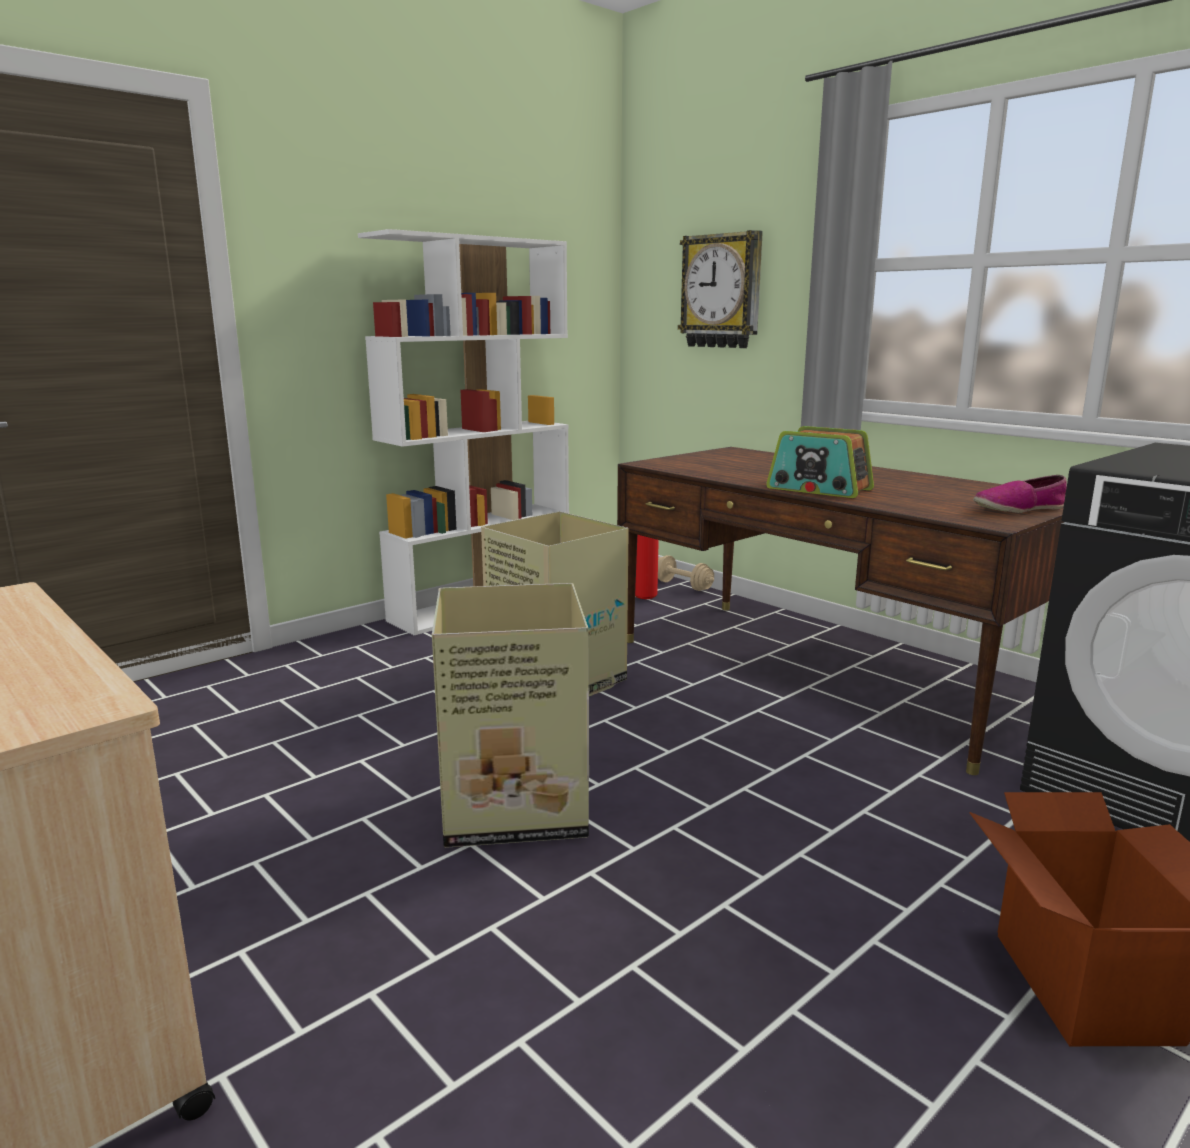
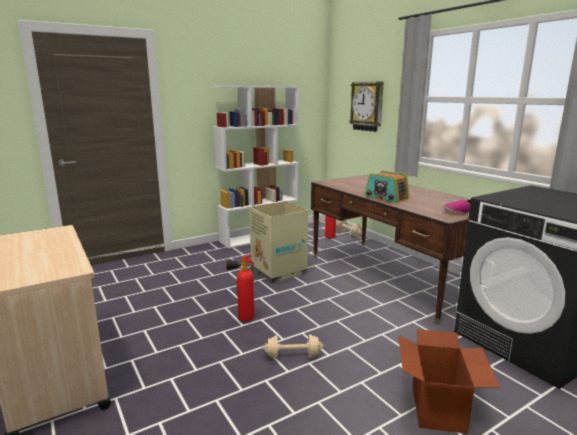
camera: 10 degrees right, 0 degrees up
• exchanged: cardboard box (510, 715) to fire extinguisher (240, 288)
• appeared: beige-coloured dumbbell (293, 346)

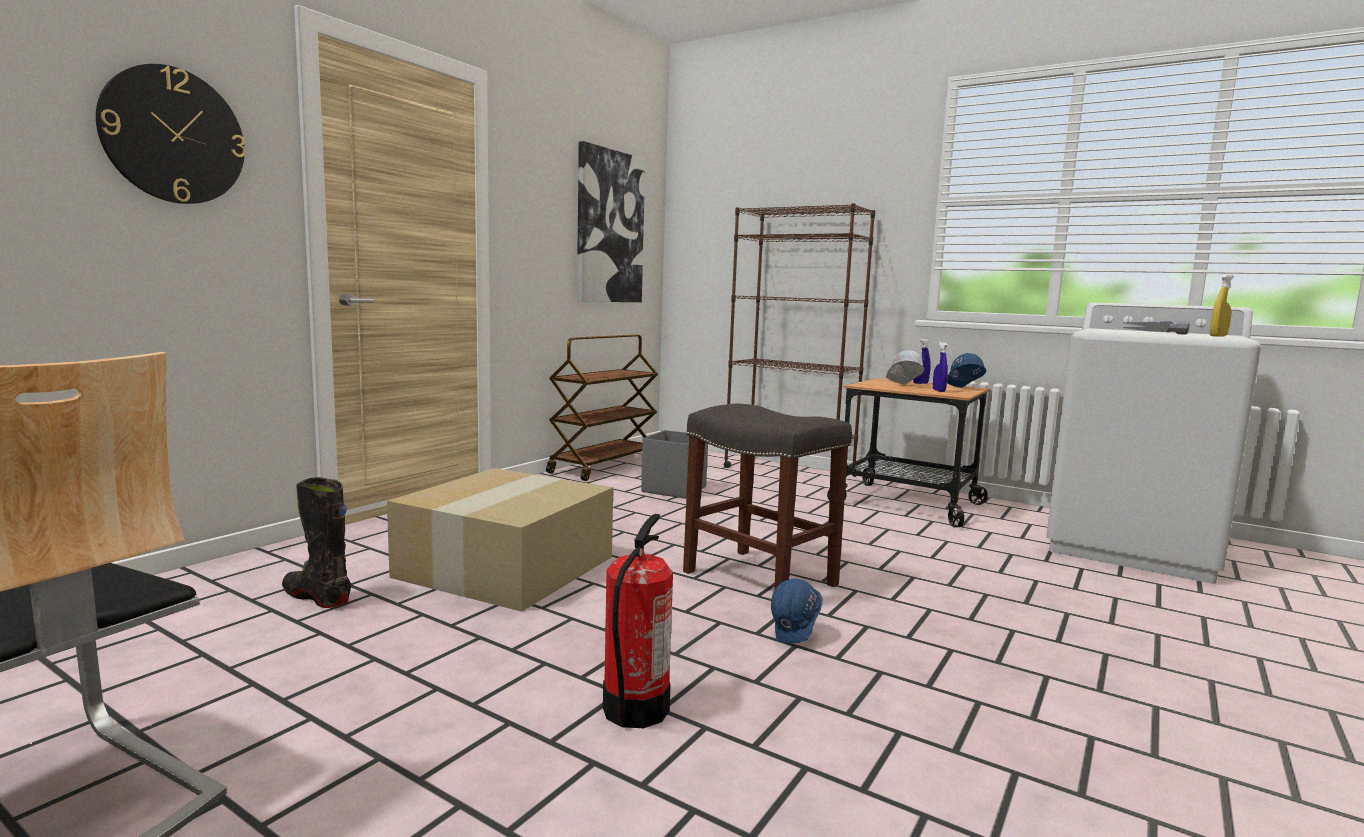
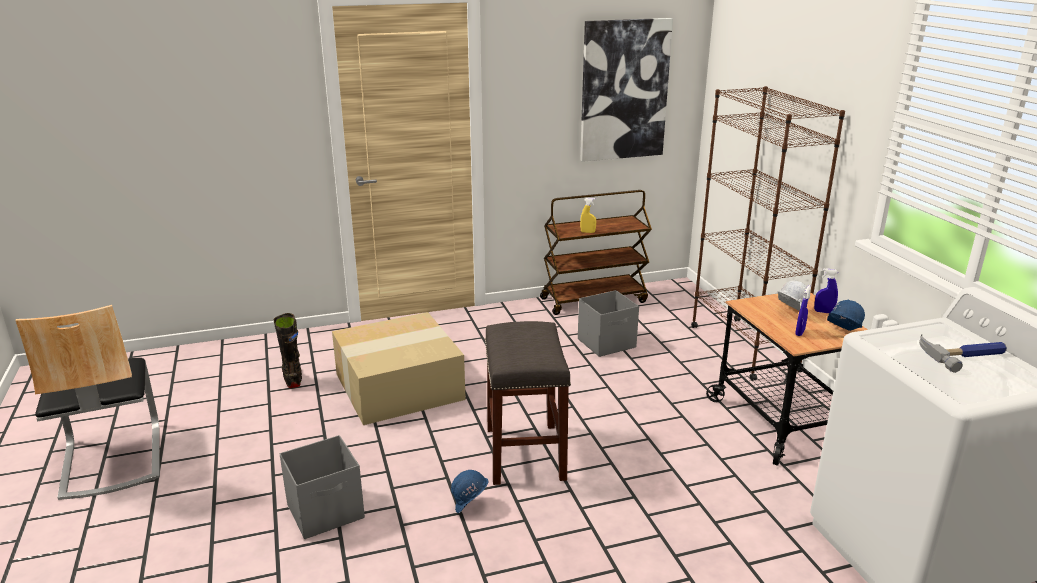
camera: 40 degrees right, 15 degrees up
• missing: wall clock (171, 134)
• exchanged: fire extinguisher (638, 621) to grey storage box (322, 487)
• relocated: yellowish spray bottle (1222, 305) to (588, 215)

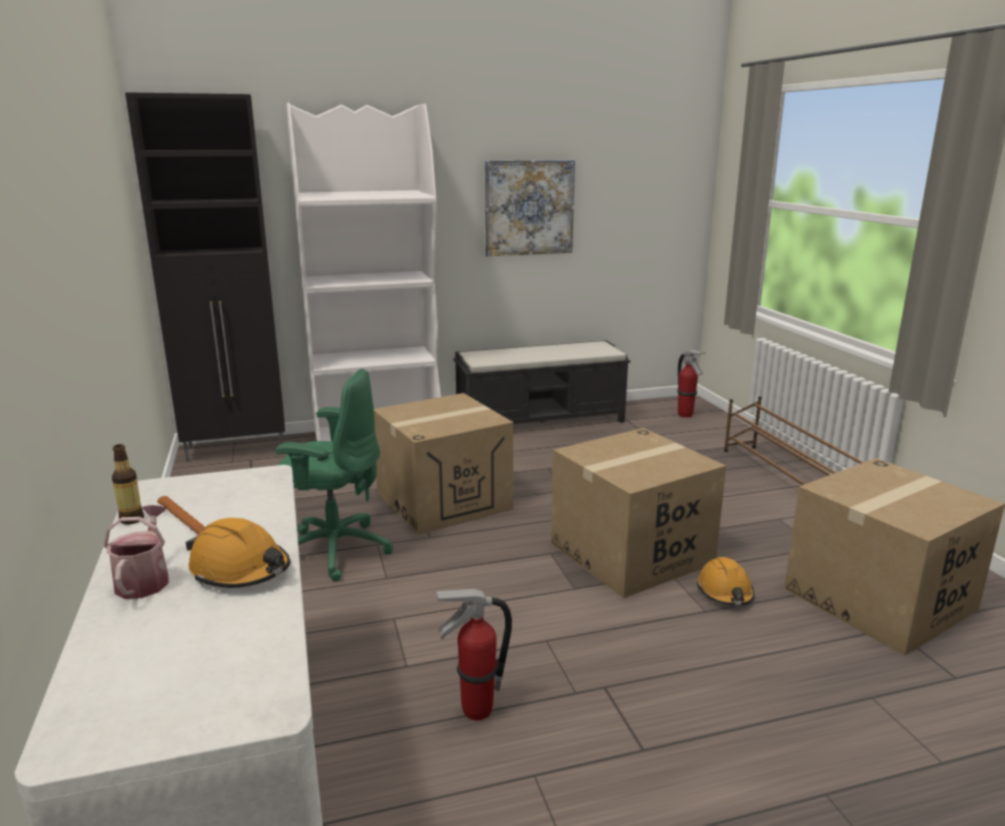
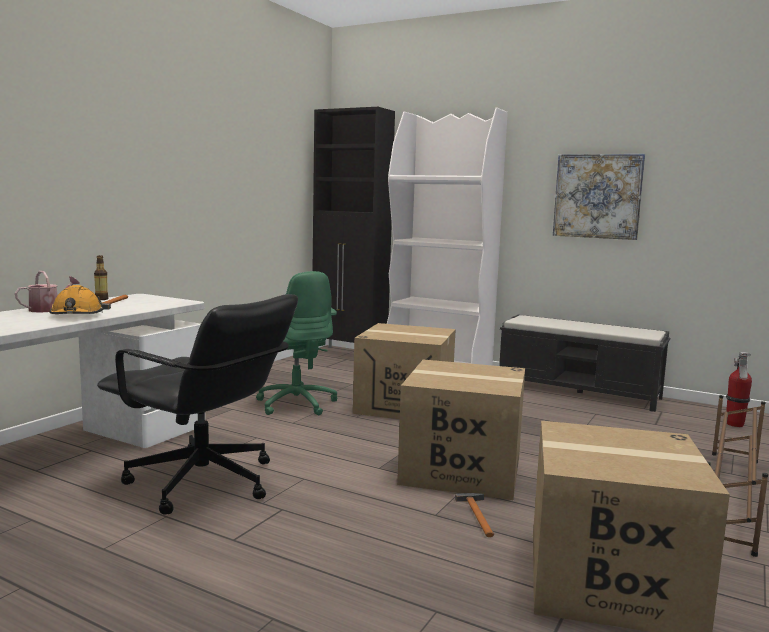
camera: 45 degrees right, 10 degrees down
• exchanged: fire extinguisher (473, 654) to black desk chair (197, 404)
• exchanged: orangey safety helmet (725, 581) to tool hammer (474, 515)

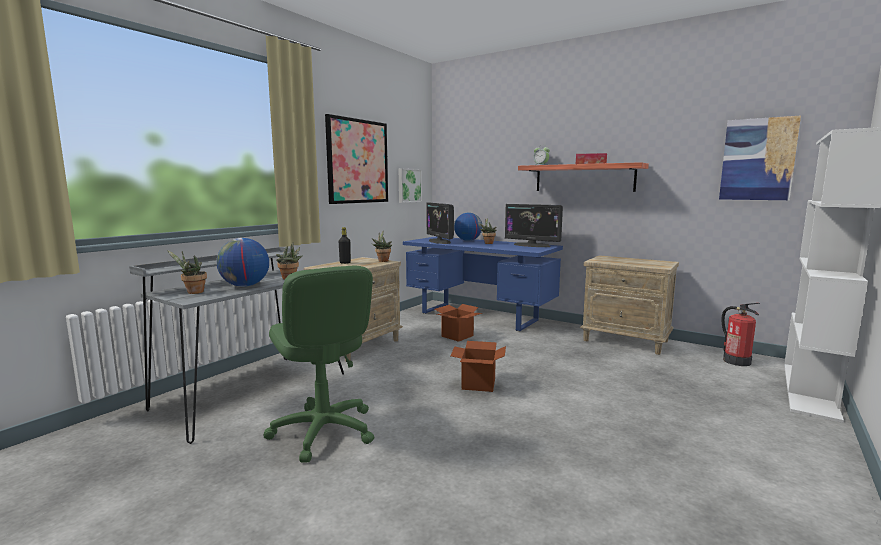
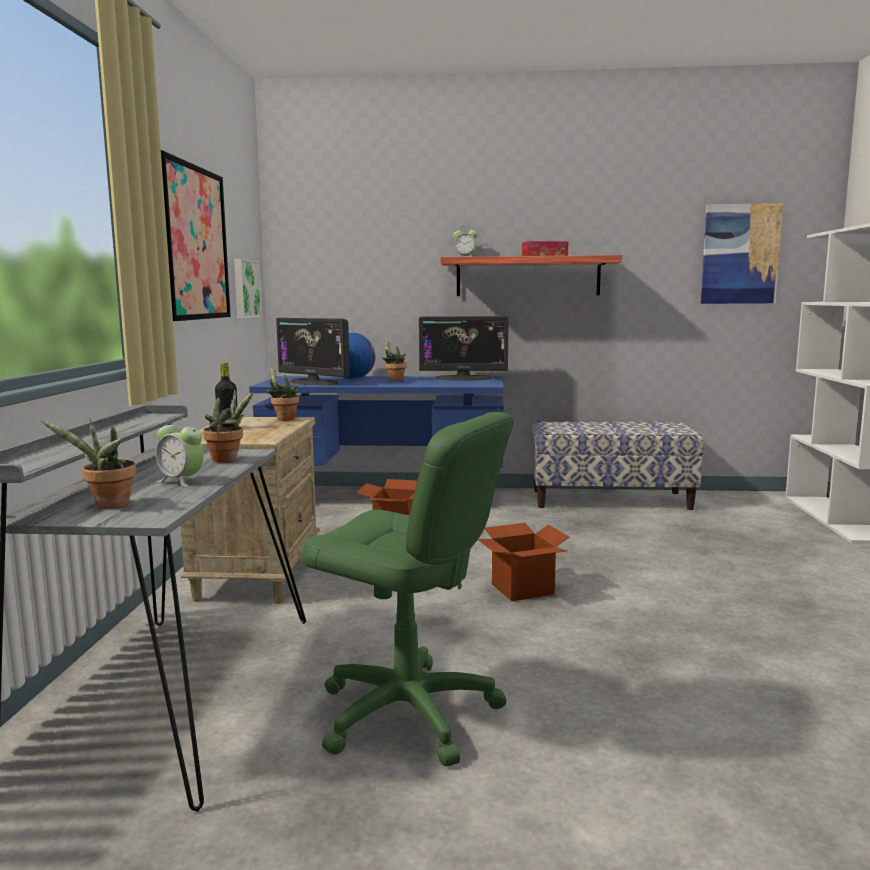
camera: 30 degrees left, 0 degrees up
• exchanged: world globe (243, 262) to alarm clock (180, 452)
• exchanged: beige-coloured bedside table (629, 305) to indoor bench (617, 465)
• missing: fire extinguisher (740, 334)

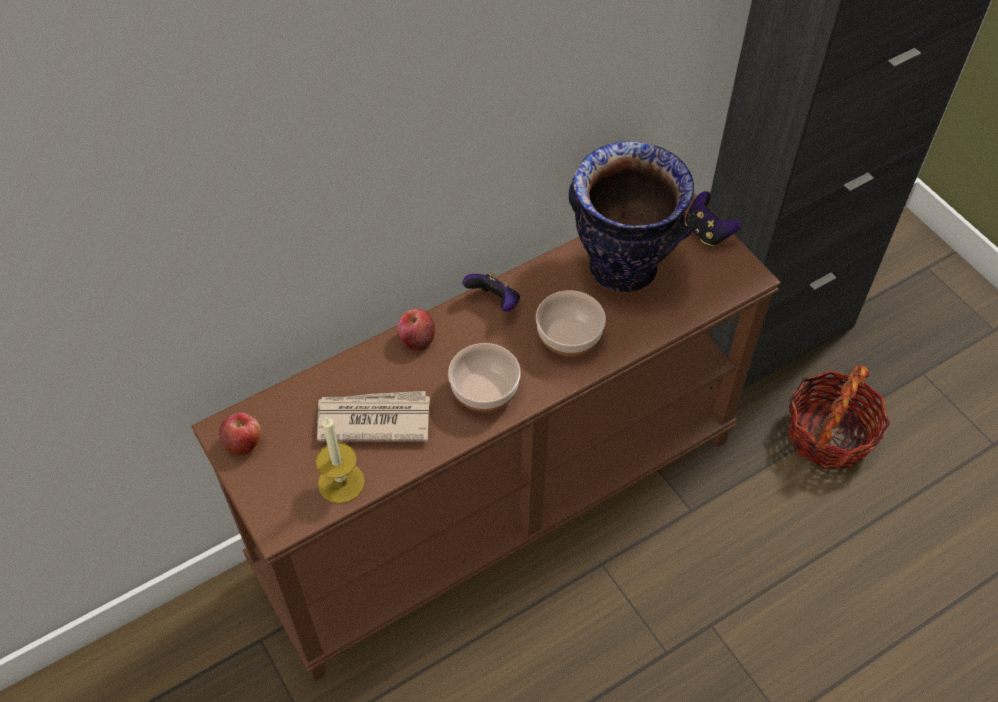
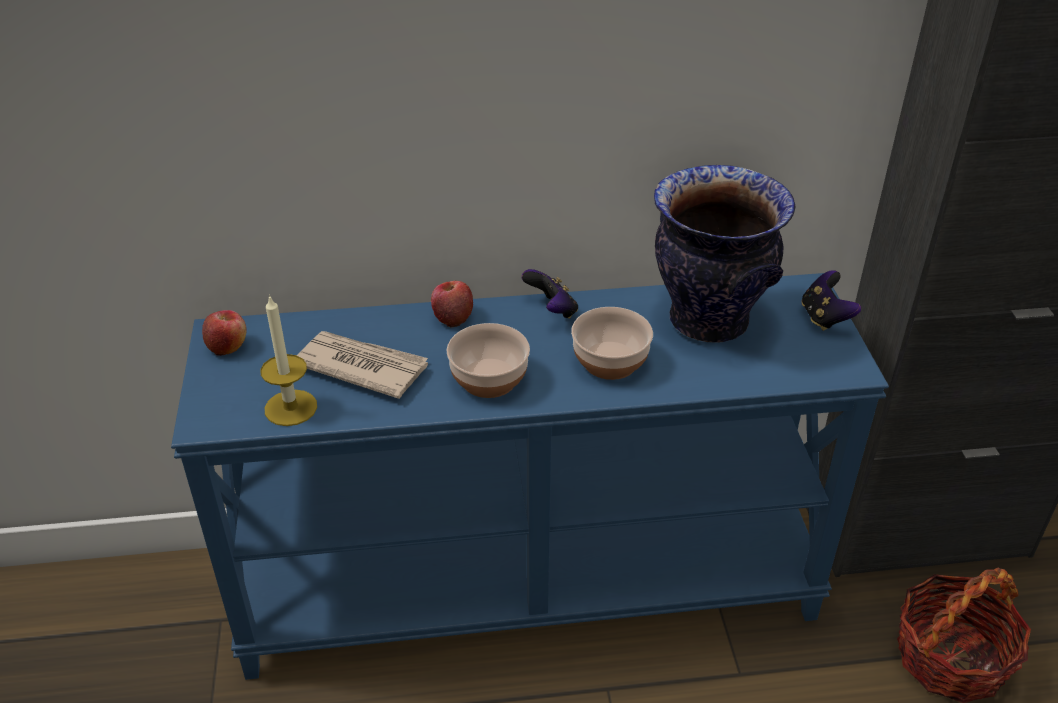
camera: 25 degrees right, 15 degrees down
• colour: brown narrow table (486, 437) to blue narrow table (530, 476)

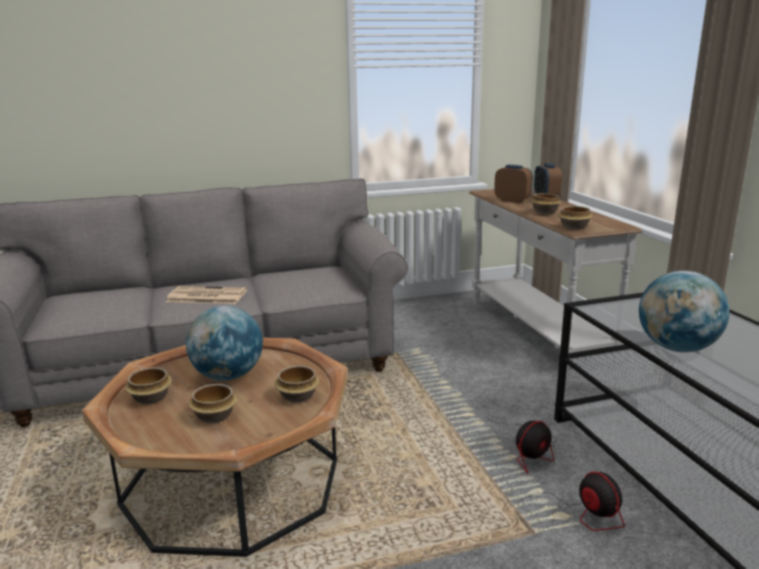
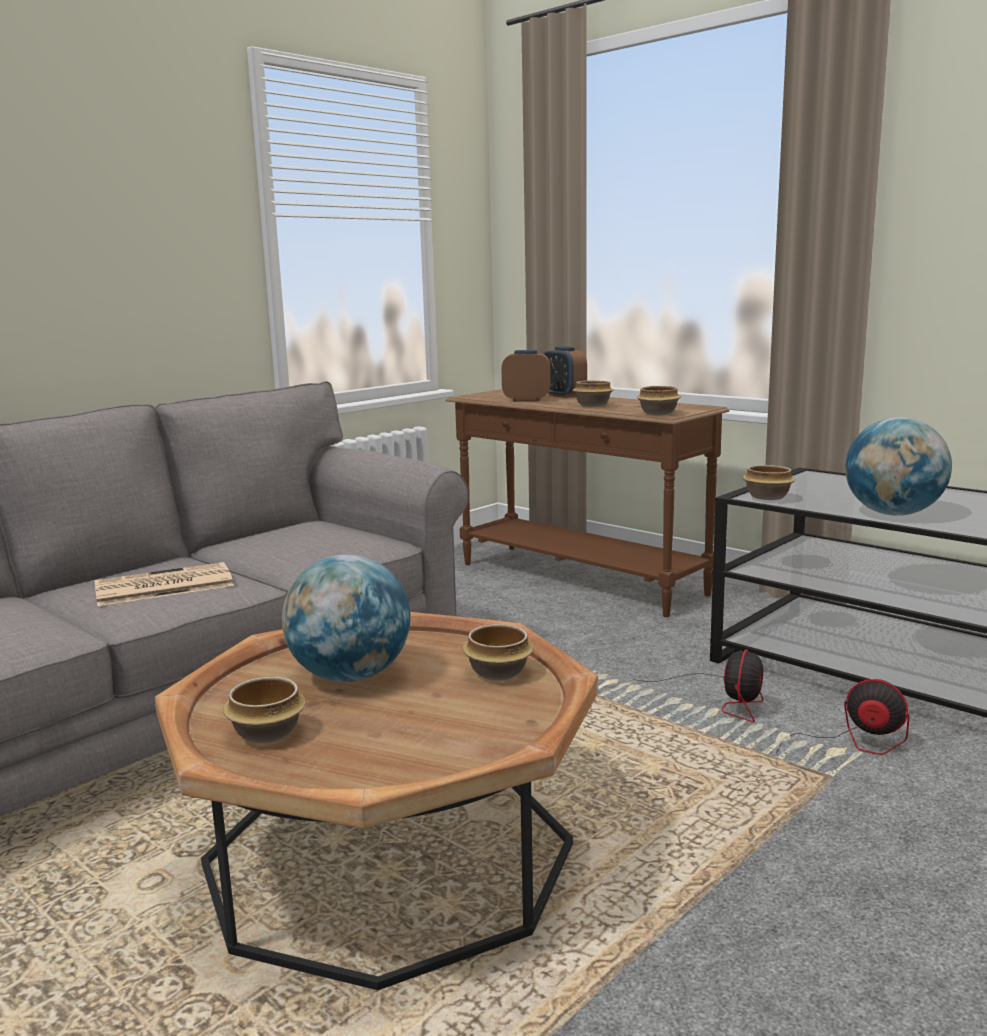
camera: 30 degrees left, 5 degrees down
• relocated: bowl (213, 403) to (768, 482)
• colour: white narrow table (555, 283) to brown narrow table (587, 503)

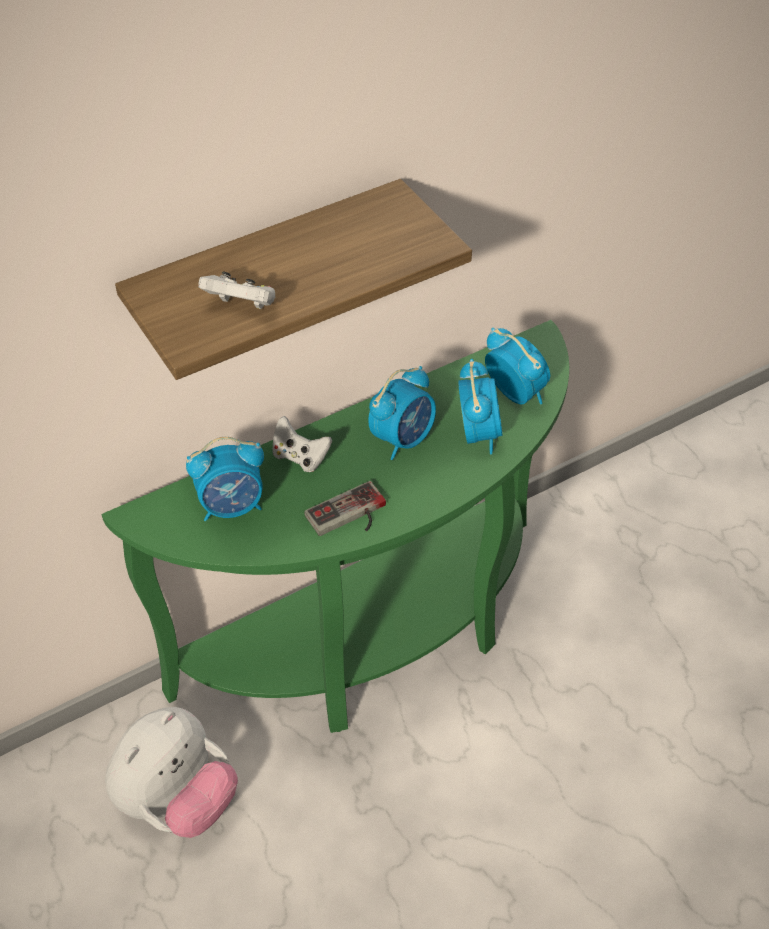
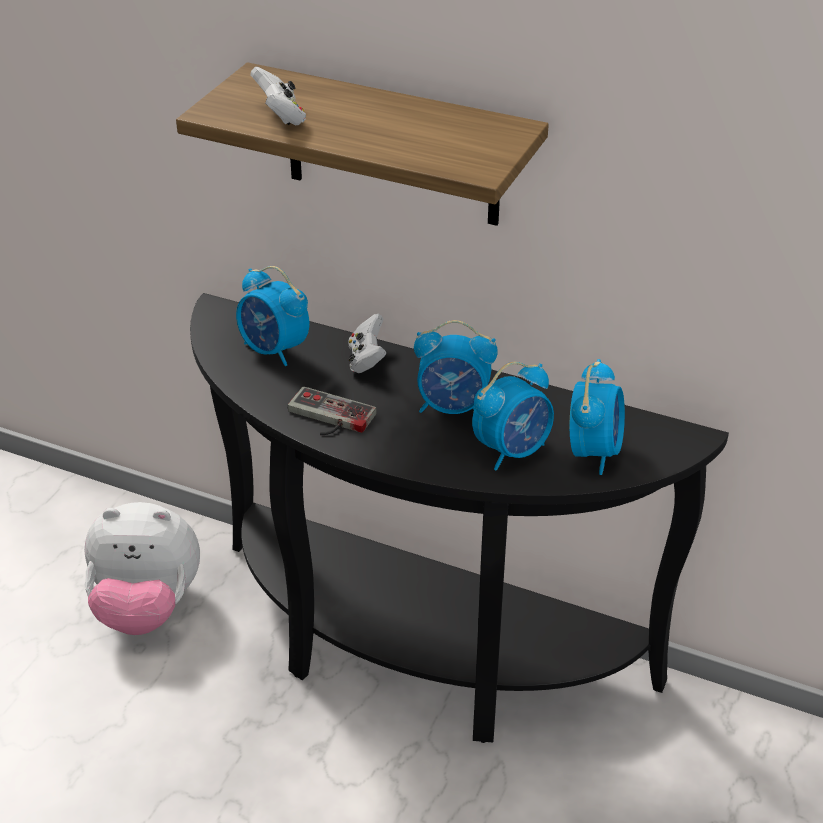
camera: 55 degrees right, 10 degrees down
• colour: green narrow table (335, 526) to black narrow table (459, 518)

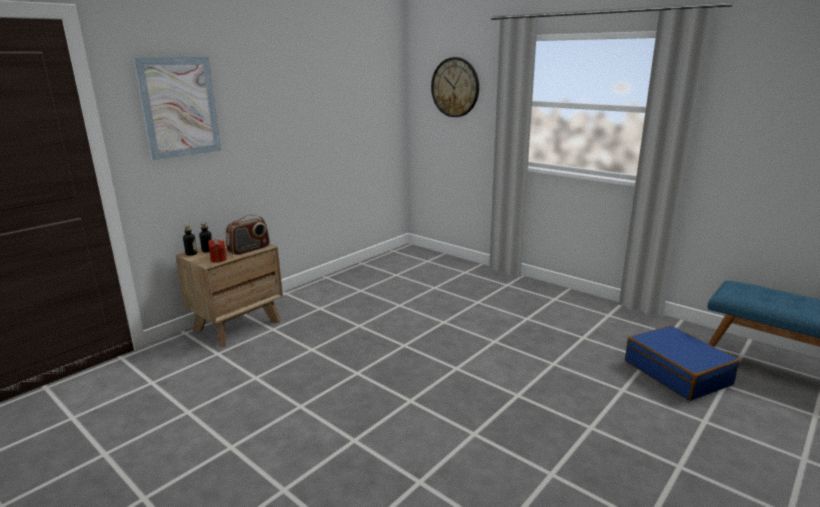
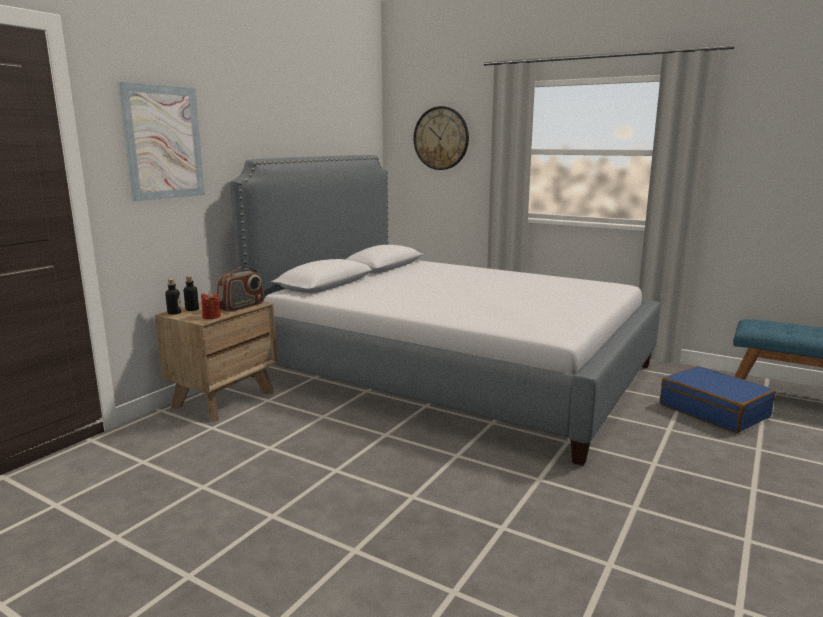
camera: 10 degrees left, 5 degrees down
• appeared: bed (445, 310)

